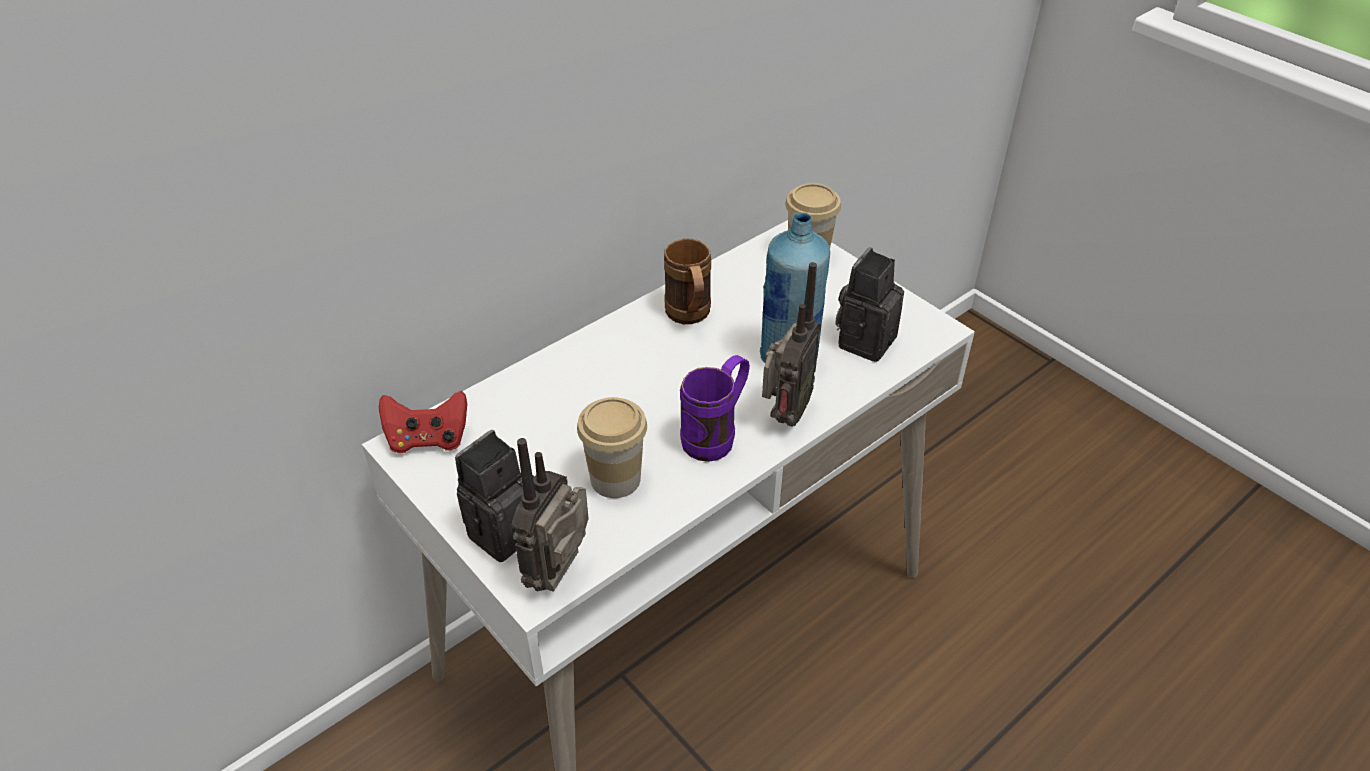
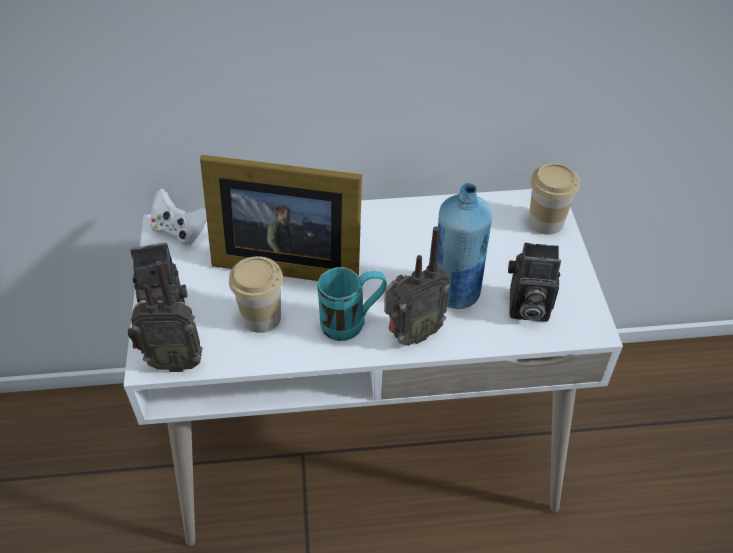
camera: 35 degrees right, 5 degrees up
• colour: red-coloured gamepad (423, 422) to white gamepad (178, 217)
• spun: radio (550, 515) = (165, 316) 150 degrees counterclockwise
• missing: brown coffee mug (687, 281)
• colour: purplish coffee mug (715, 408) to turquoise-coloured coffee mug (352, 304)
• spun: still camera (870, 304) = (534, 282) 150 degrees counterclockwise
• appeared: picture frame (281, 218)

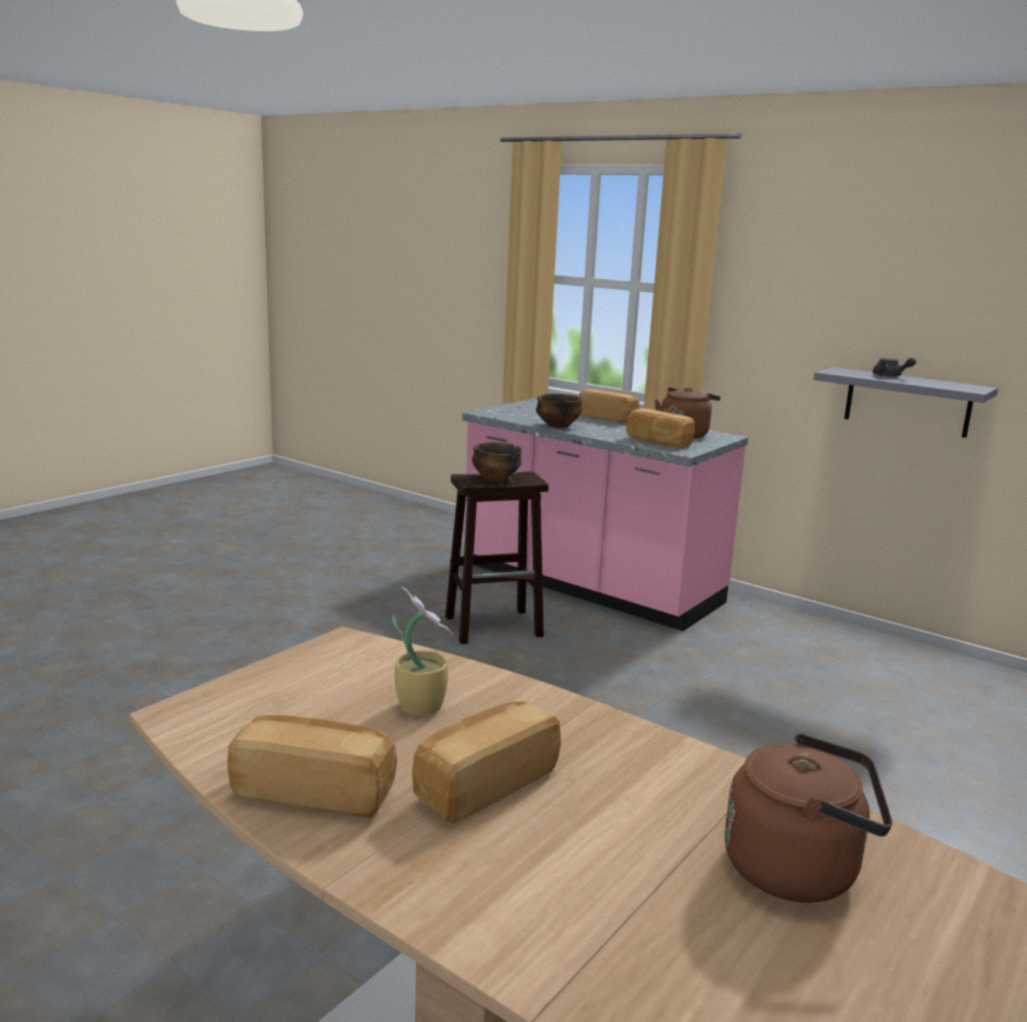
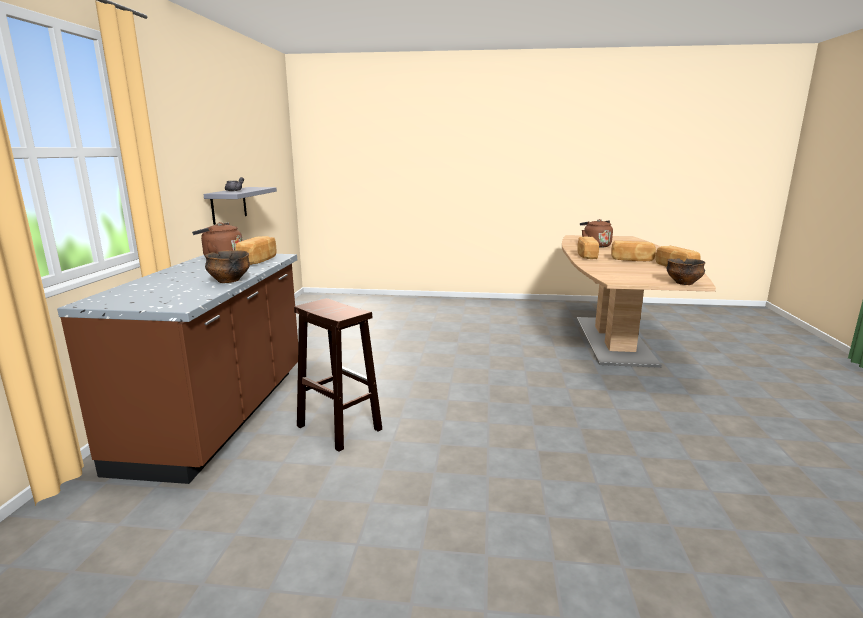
camera: 120 degrees left, 0 degrees up
• missing: plant in a pot (422, 651)
• colour: pink counter (605, 515) to brown counter (177, 369)
• relocated: bowl (497, 462) to (685, 272)
• relocated: bread (609, 406) to (588, 248)

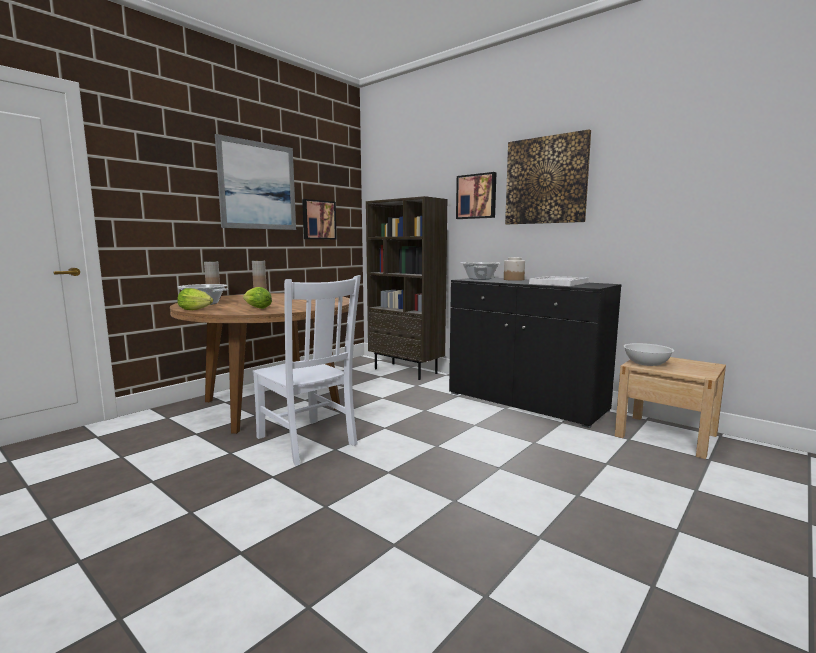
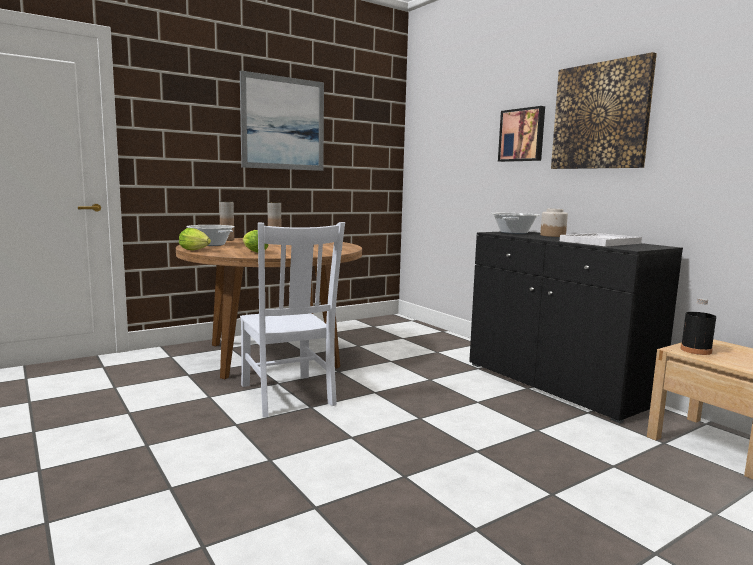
camera: 15 degrees right, 0 degrees up
• missing: picture (319, 219)
• missing: brown bookshelf (406, 288)
• exchanged: white bowl (648, 354) to black bottle (698, 326)

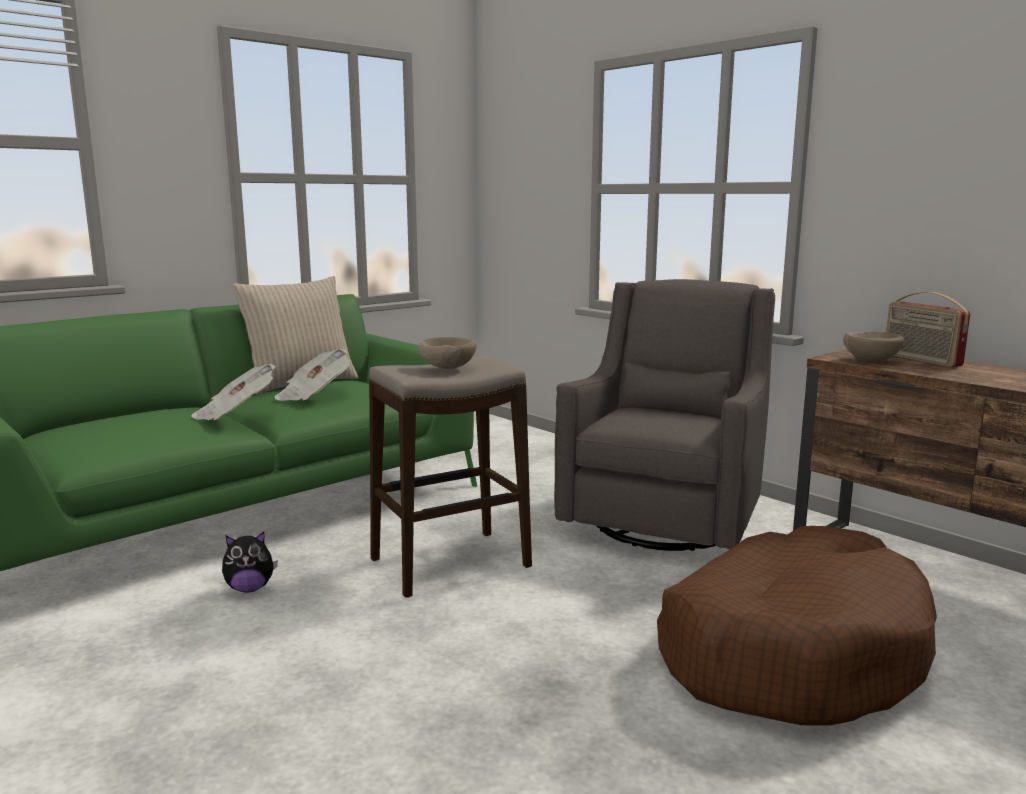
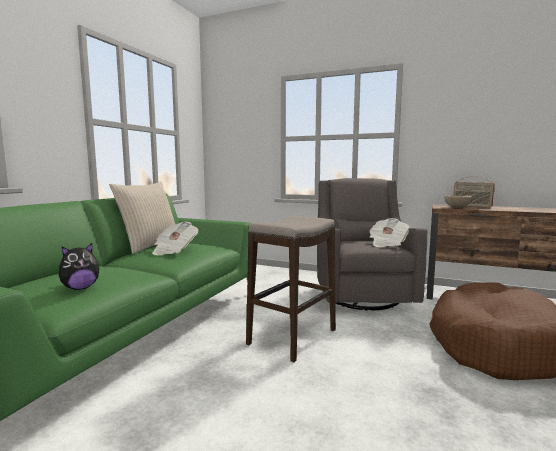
camera: 25 degrees left, 5 degrees down
• relocated: newspaper (233, 392) to (389, 232)
• relocated: cuddly toy (250, 562) to (79, 266)
• missing: beige-coloured bowl (447, 353)

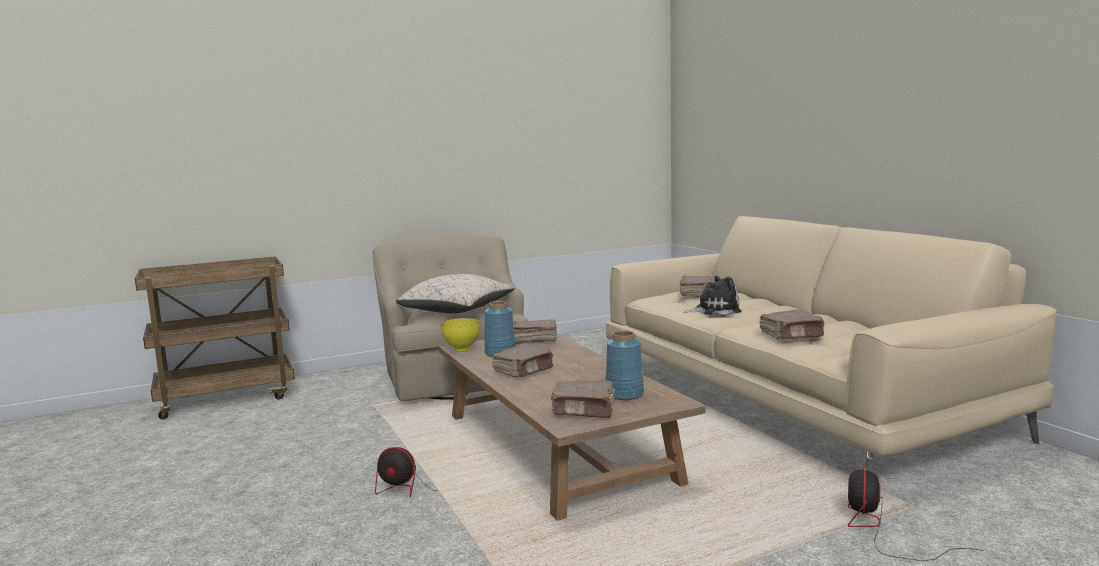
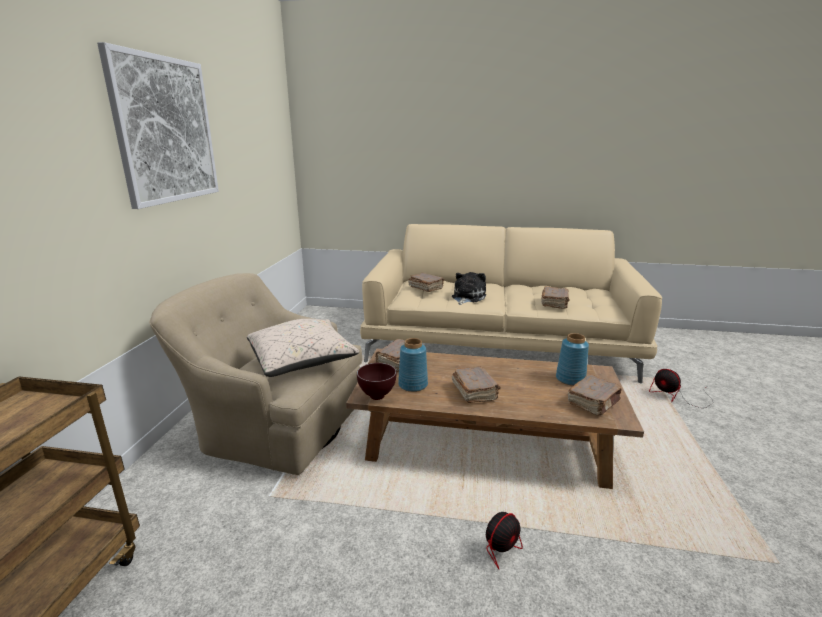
camera: 55 degrees left, 10 degrees up
• colour: yellowish bowl (460, 335) to brown bowl (376, 381)
• appeared: picture (158, 125)

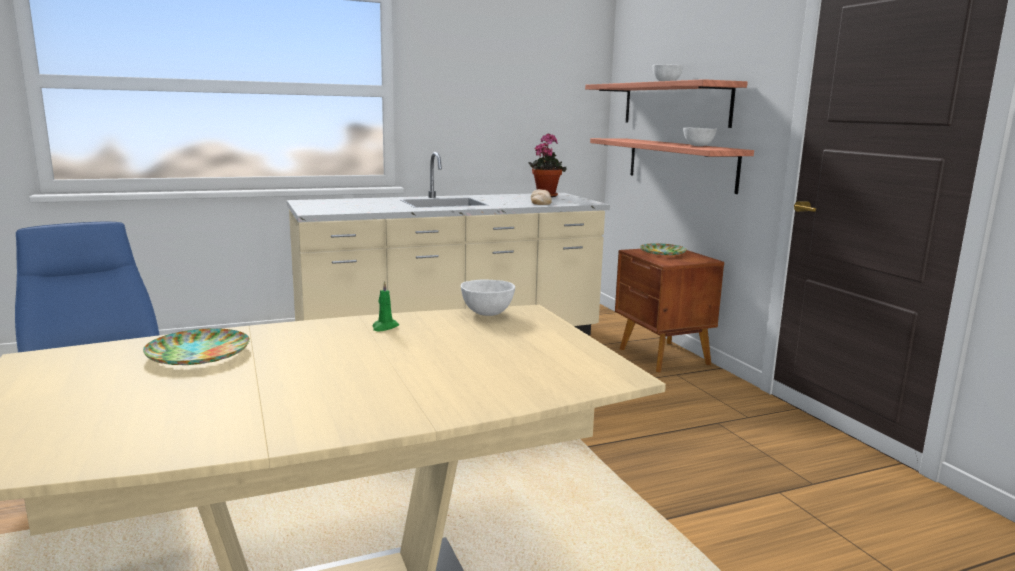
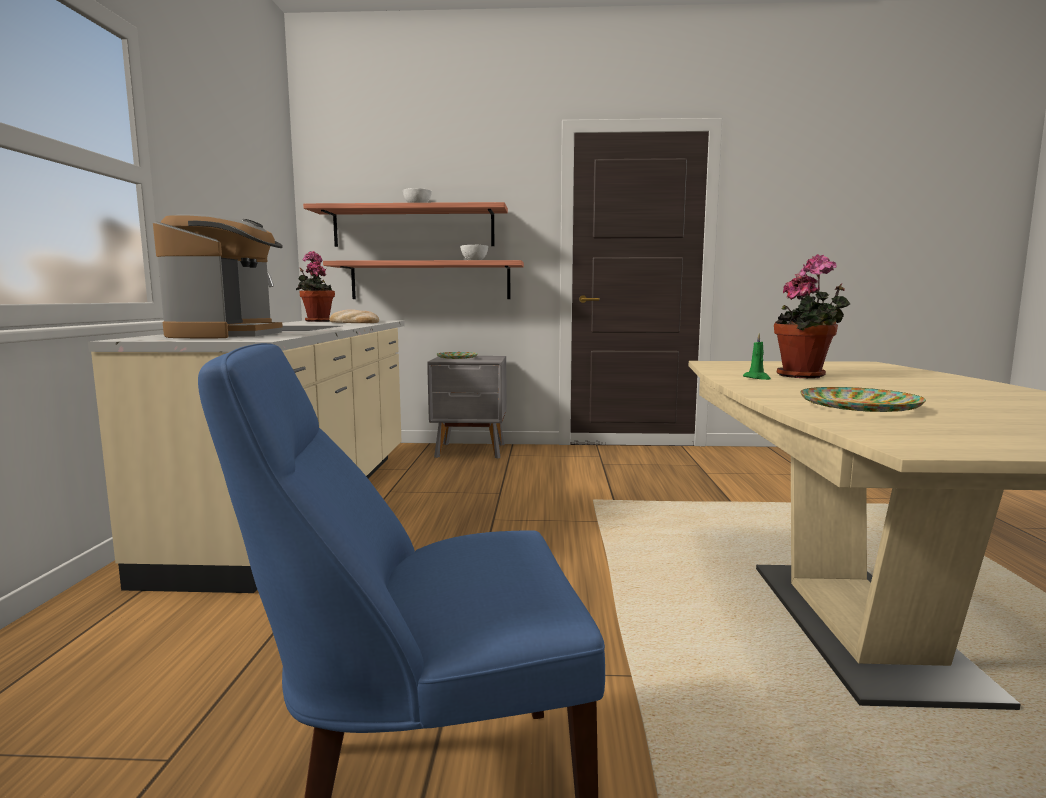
camera: 65 degrees left, 5 degrees down
• missing: white bowl (488, 297)
• colour: brown bedside table (669, 310) to grey bedside table (467, 407)
• appeared: coffee brewer (218, 276)
• appeared: plant in a pot (812, 316)

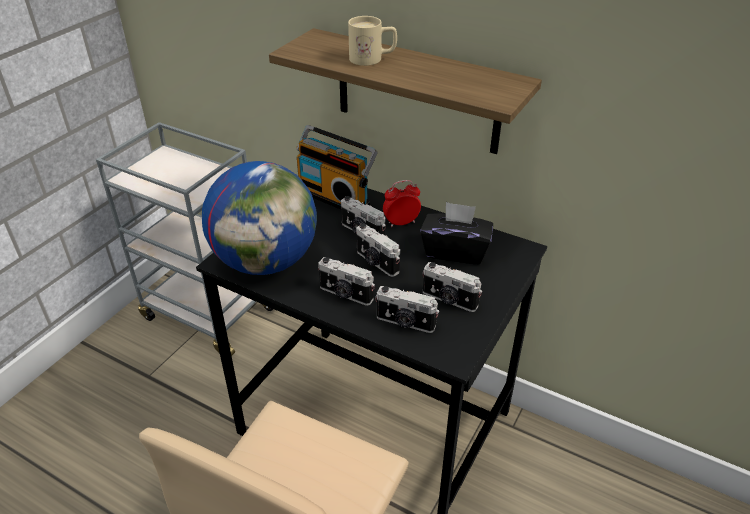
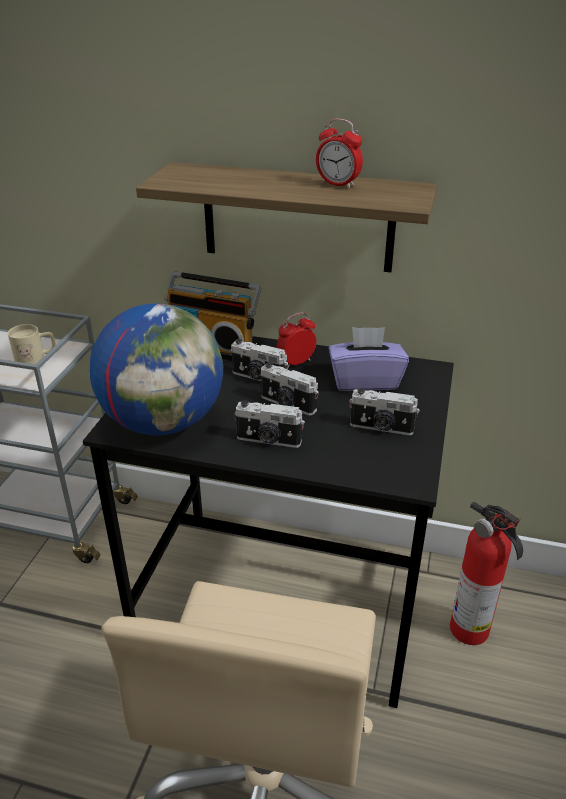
camera: 15 degrees left, 5 degrees down
• relocated: beige-coloured coffee mug (372, 41) to (32, 344)
• missing: still camera (407, 309)
• colour: black tissue box (456, 233) to purplish tissue box (368, 359)
• appeared: alarm clock (339, 153)
• appeared: fire extinguisher (486, 573)

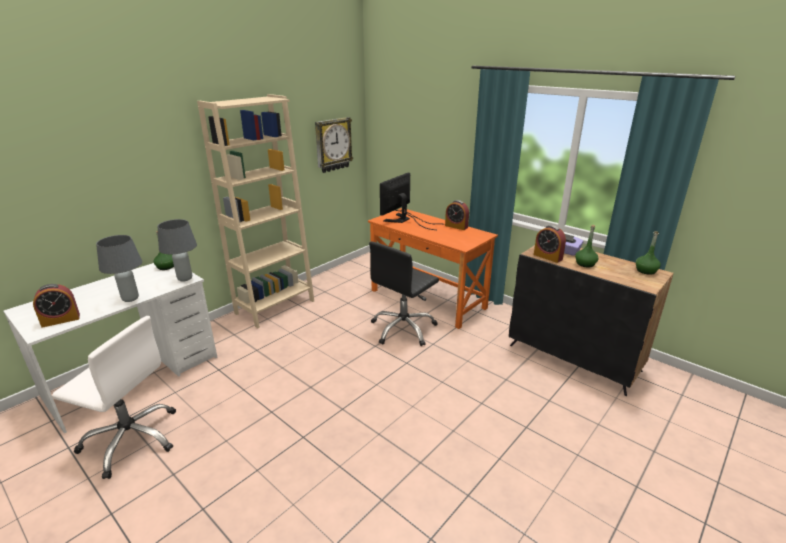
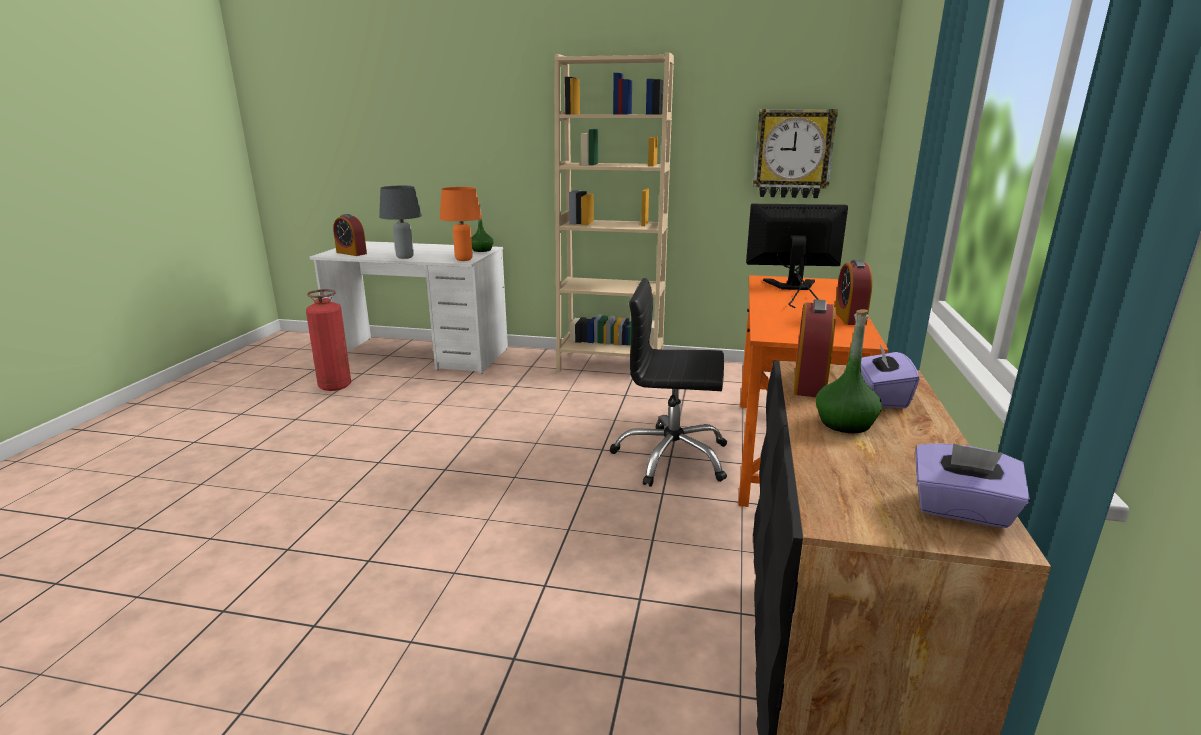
camera: 60 degrees right, 5 degrees down
• exchanged: white desk chair (114, 397) to fire extinguisher (328, 340)
• colour: grey lamp for a table (177, 250) to orangey lamp for a table (461, 224)
• exchanged: green bottle (648, 253) to purplish tissue box (972, 485)

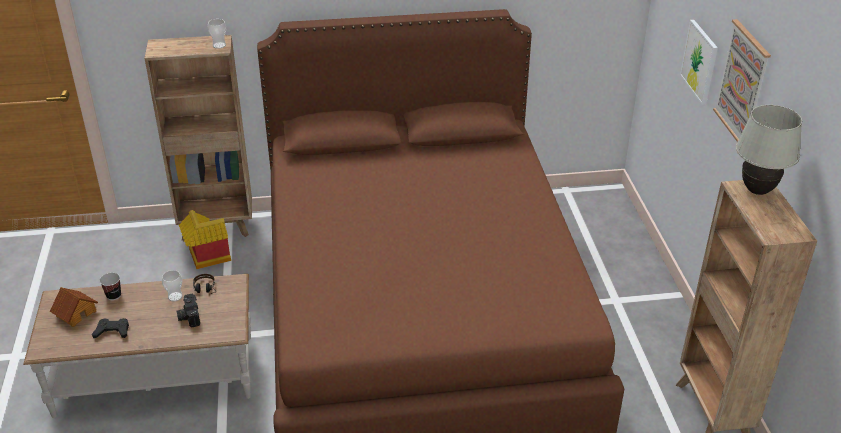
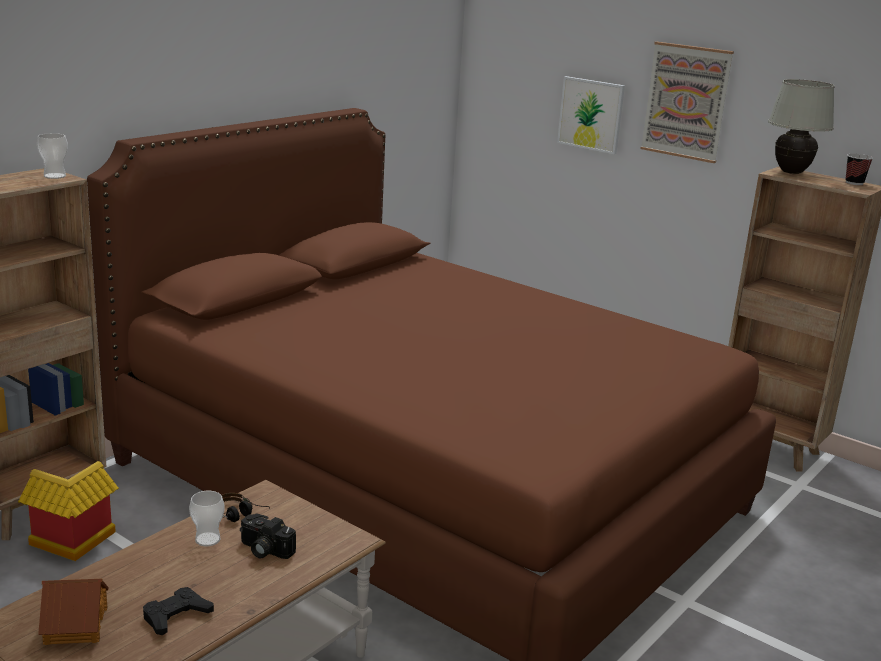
camera: 45 degrees left, 15 degrees down
• relocated: cup (110, 286) to (859, 169)

